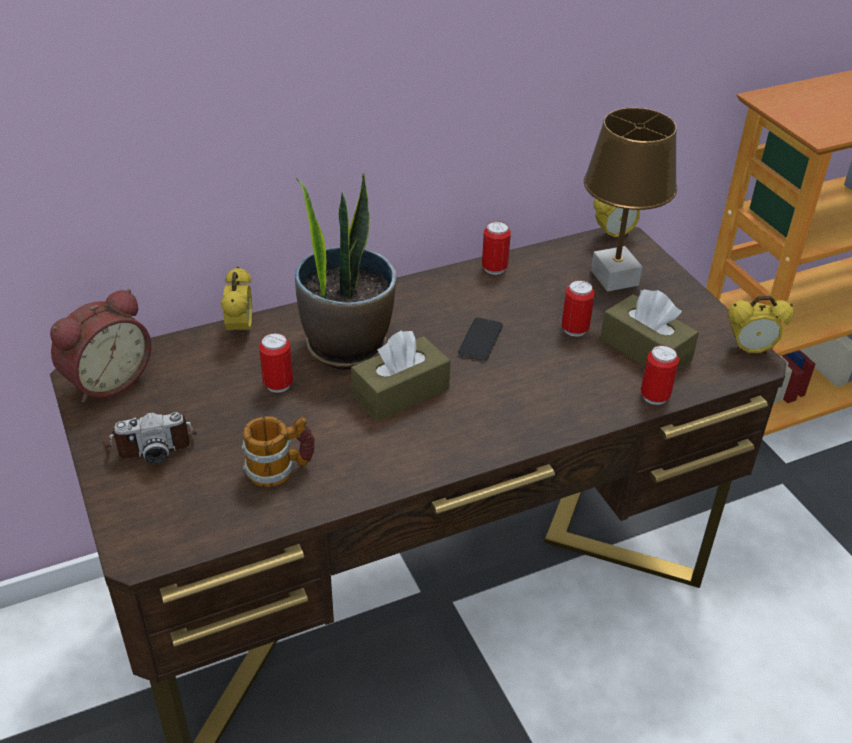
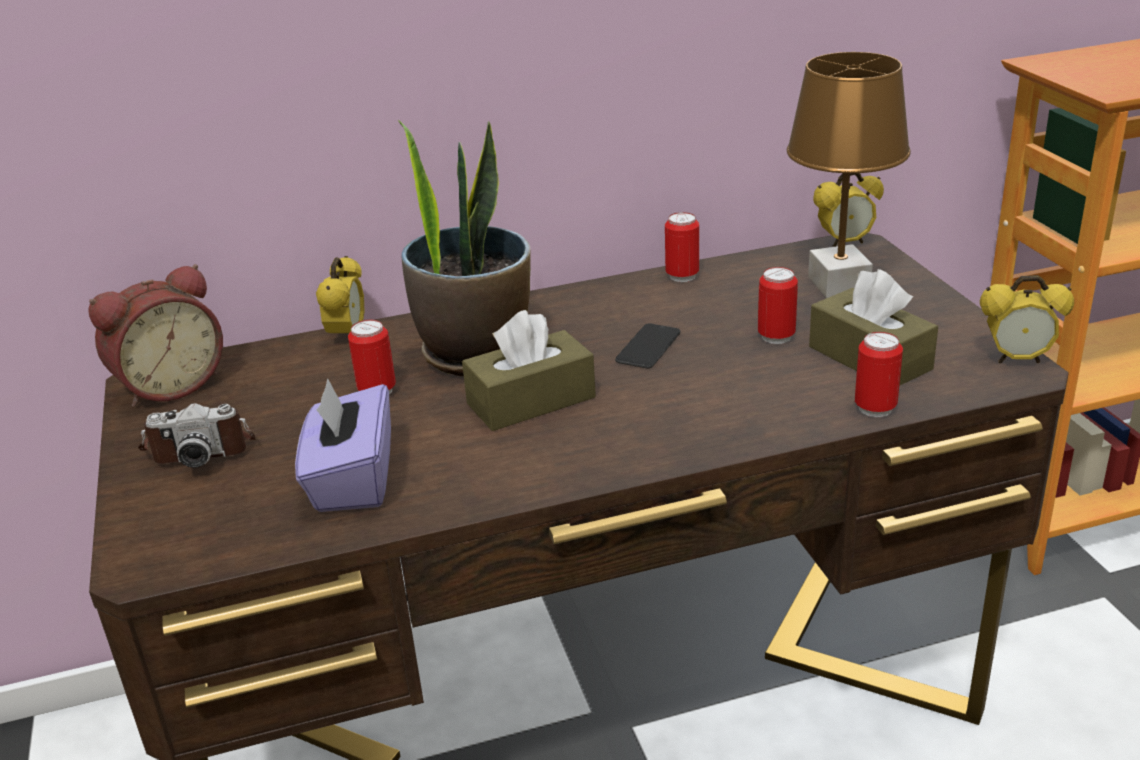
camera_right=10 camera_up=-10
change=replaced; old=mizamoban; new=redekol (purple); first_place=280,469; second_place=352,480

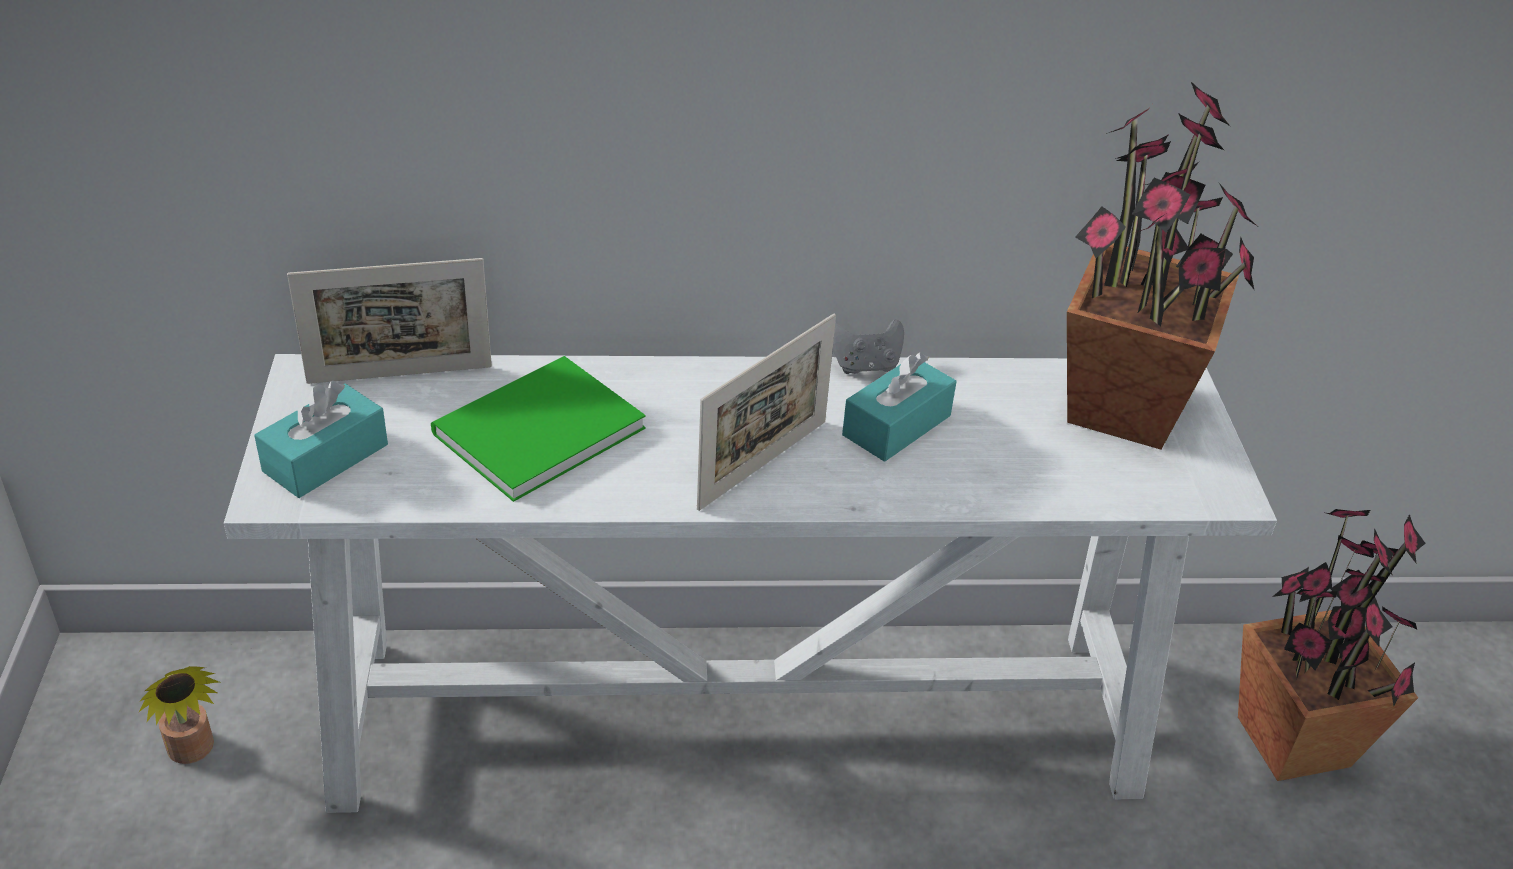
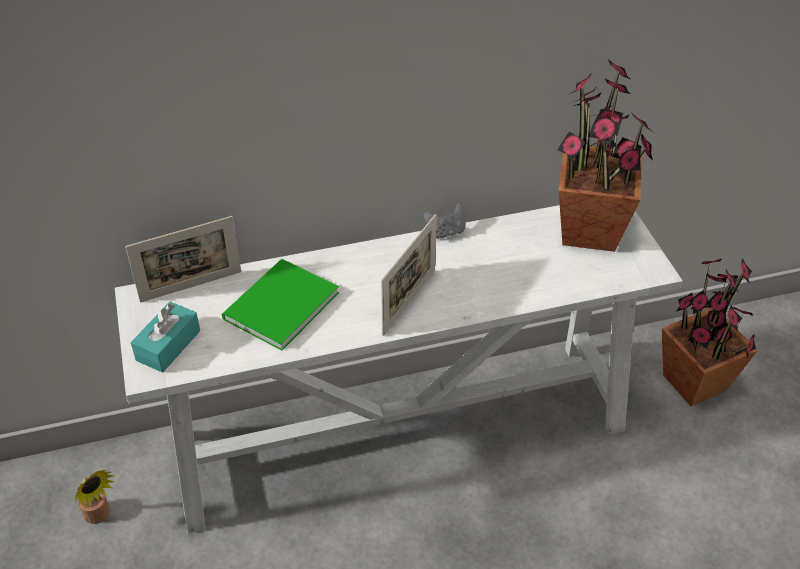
camera_right=-10 camera_up=5
change=removed; old=redekol (turquoise); first_place=896,425

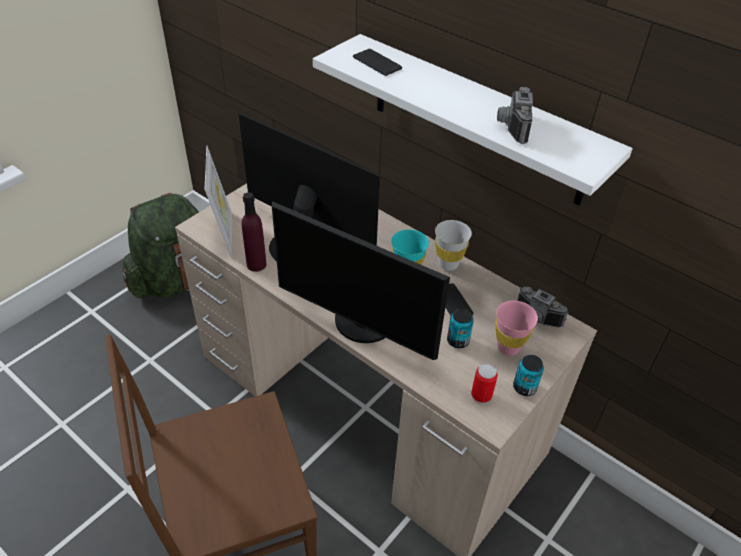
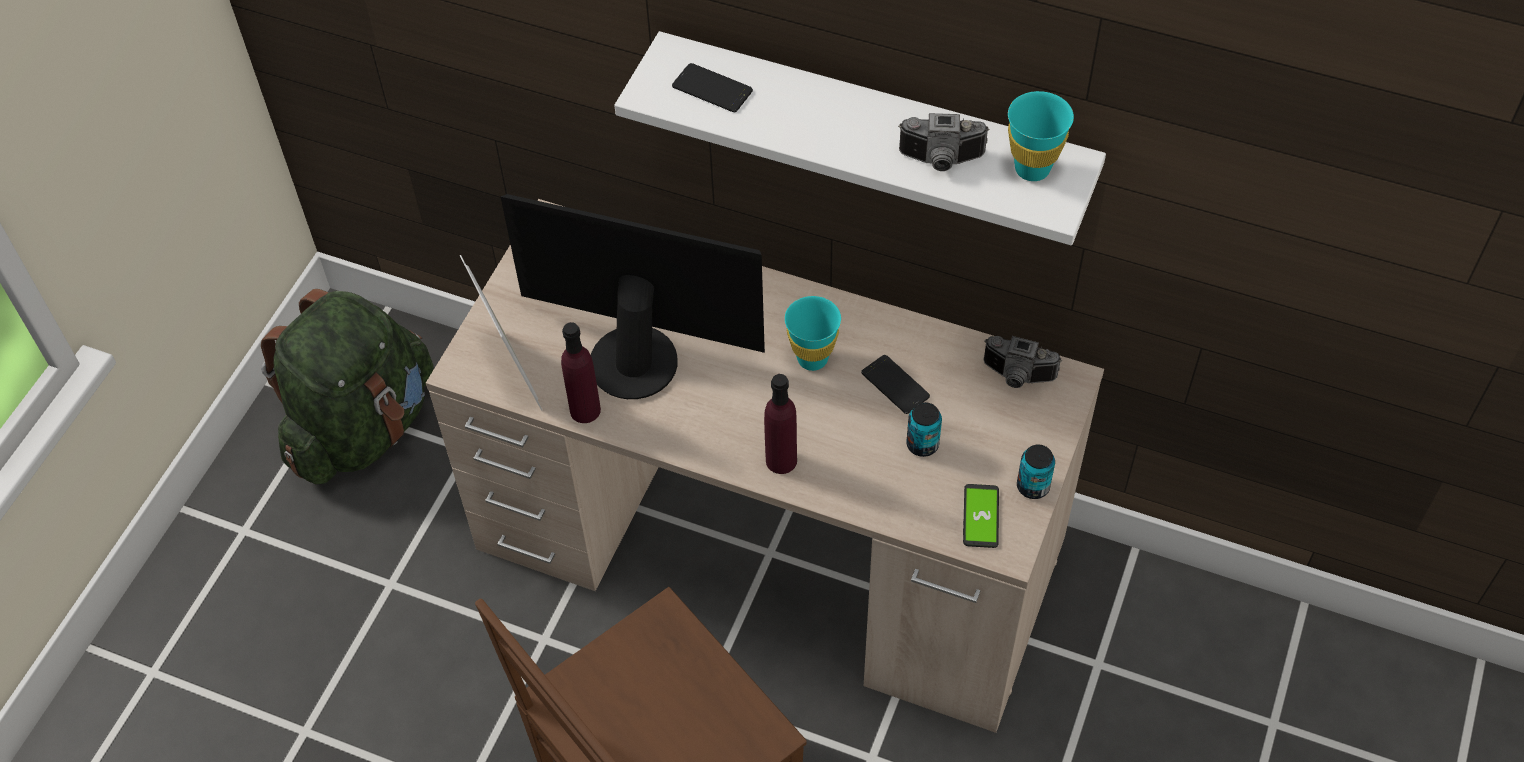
camera_right=-15 camera_up=10
change=turned; old=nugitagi; first_place=511,126; second_place=941,161; degrees=-75
change=replaced; old=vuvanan; new=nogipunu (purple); first_place=362,324; second_place=781,460
change=removed; old=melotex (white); first_place=448,264
change=removed; old=melotex (pink); first_place=508,348
change=replaced; old=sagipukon; new=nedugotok; first_place=481,396; second_place=980,516
change=added; new=melotex (turquoise); second_place=1032,169

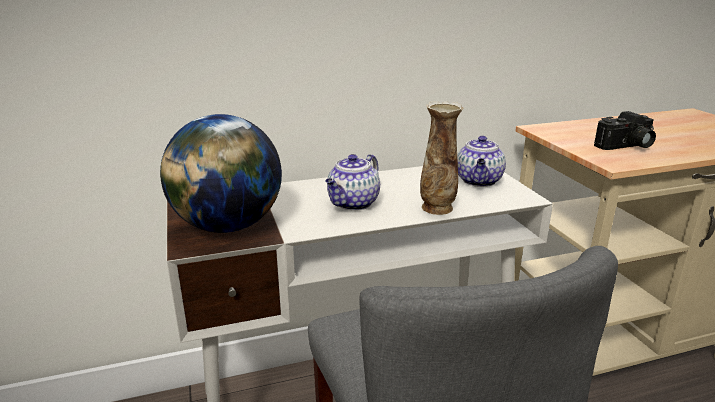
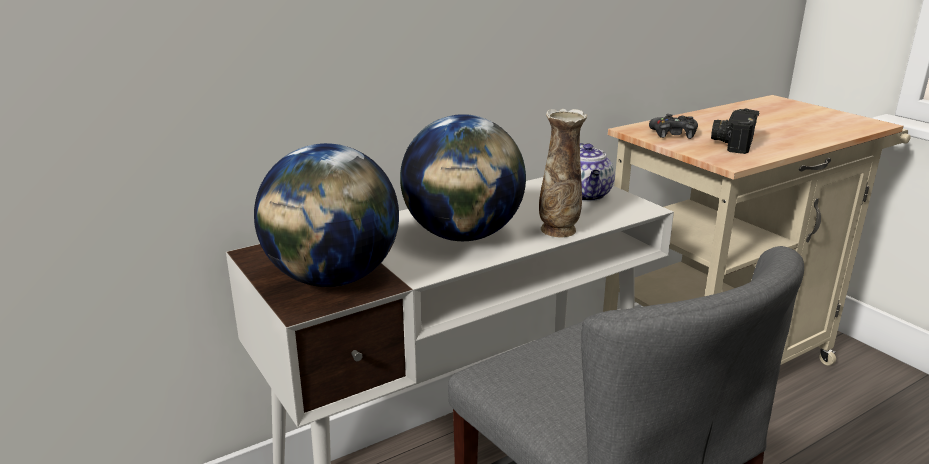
camera_right=-15 camera_up=0
change=turned; old=nugitagi; first_place=626,146; second_place=732,143; degrees=150
change=replaced; old=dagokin; new=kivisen; first_place=353,204; second_place=463,236
change=added; new=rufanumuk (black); second_place=673,134

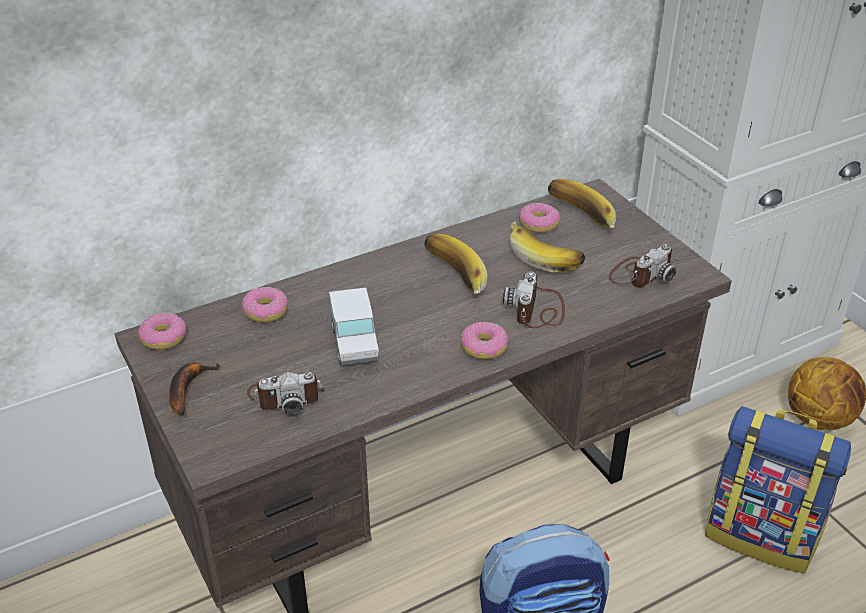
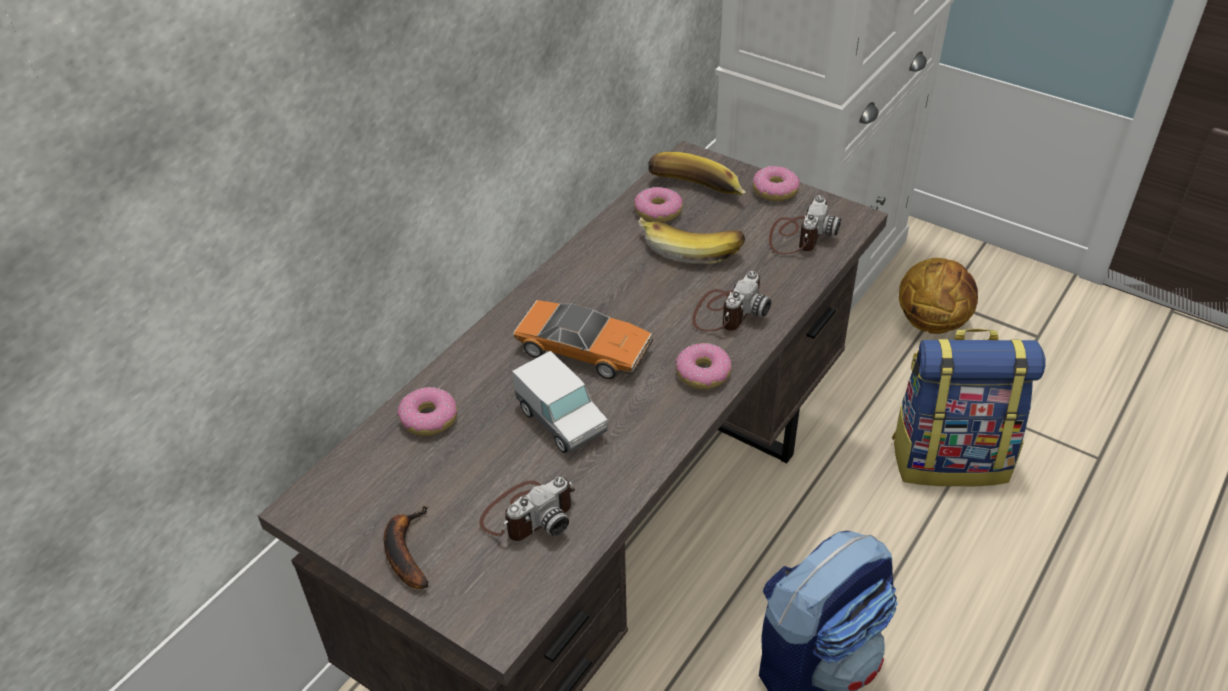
camera_right=-25 camera_up=5
change=removed; old=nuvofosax; first_place=452,277
change=turned; old=nugitagi; first_place=537,310; second_place=727,311; degrees=-135
change=moved; old=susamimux; first_place=164,338; second_place=775,191
change=added; new=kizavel; second_place=584,350

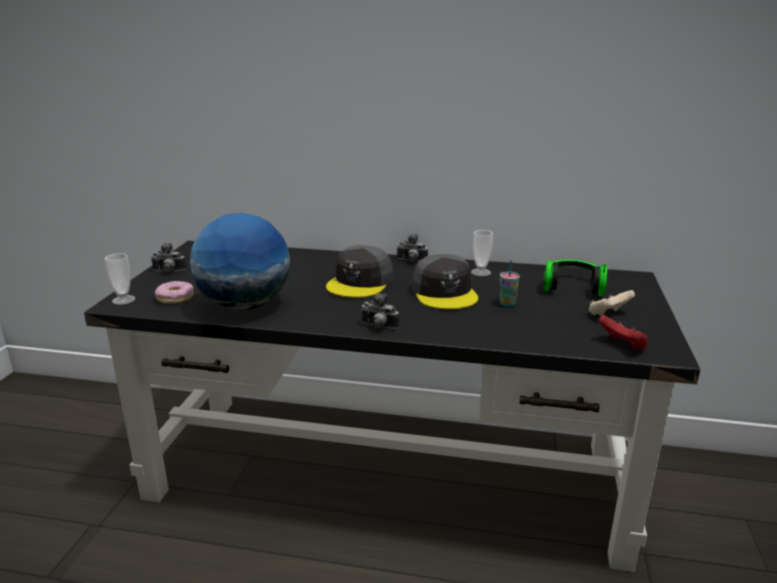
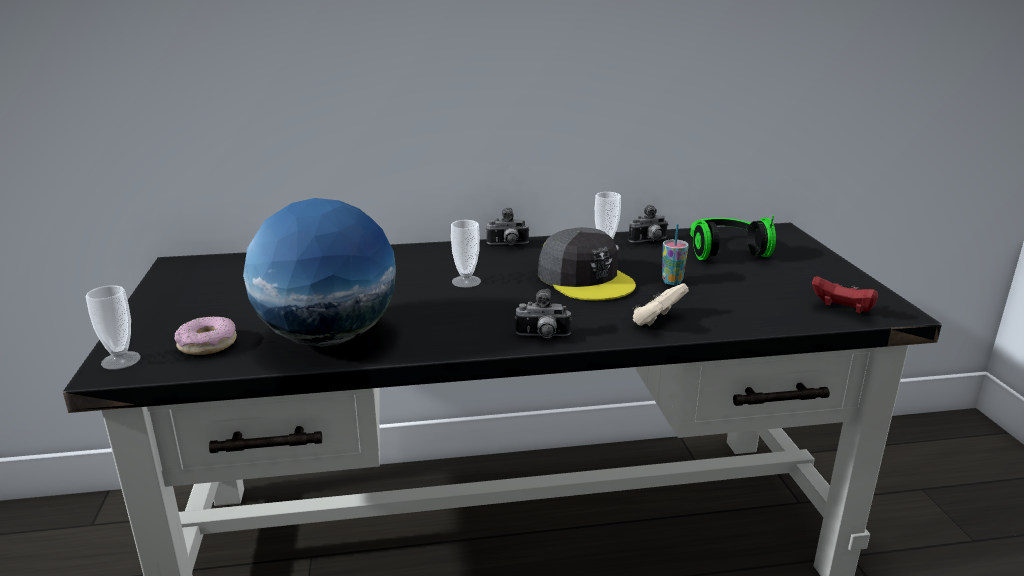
camera_right=-20 camera_up=0
change=moved; old=nugitagi; first_place=168,271; second_place=649,241
change=replaced; old=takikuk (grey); new=melotex; first_place=360,282; second_place=466,281
change=moved; old=rufanumuk (beige); first_place=608,314; second_place=657,321

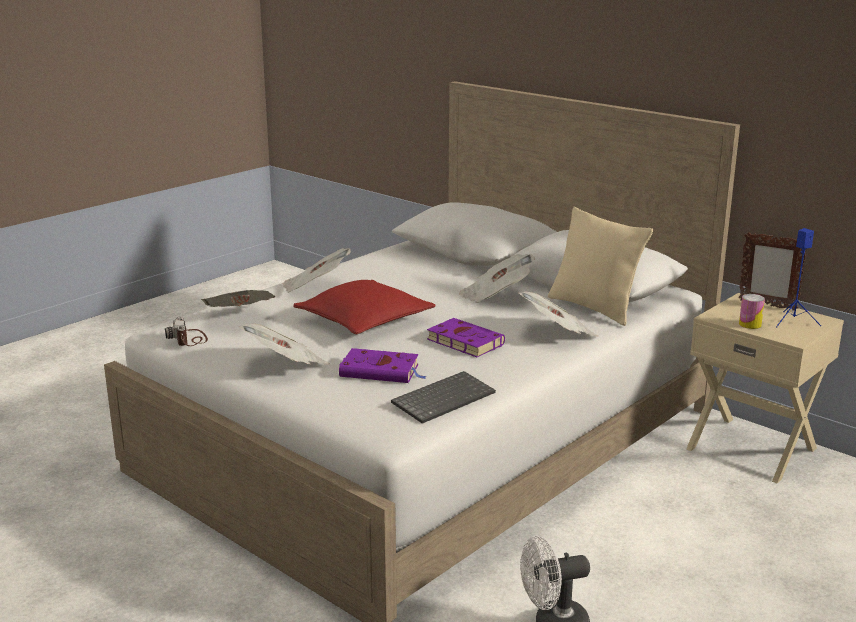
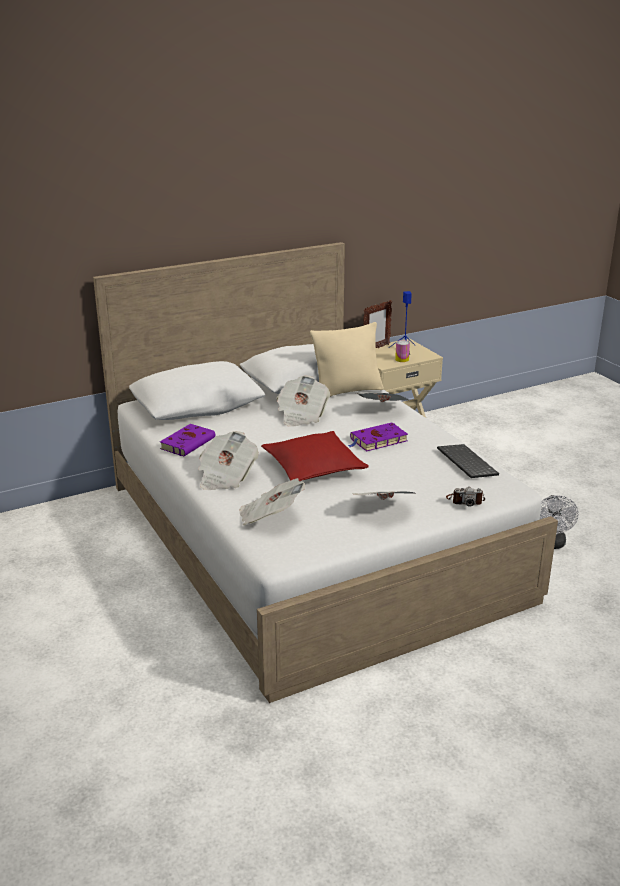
camera_right=-70 camera_up=5
change=moved; old=nugitagi; first_place=189,339; second_place=465,500
change=moved; old=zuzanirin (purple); first_place=381,371; second_place=188,443

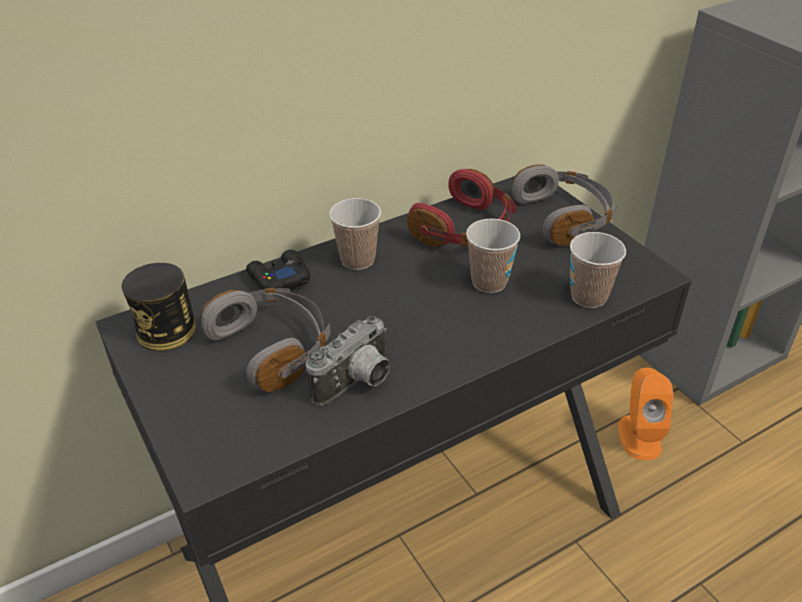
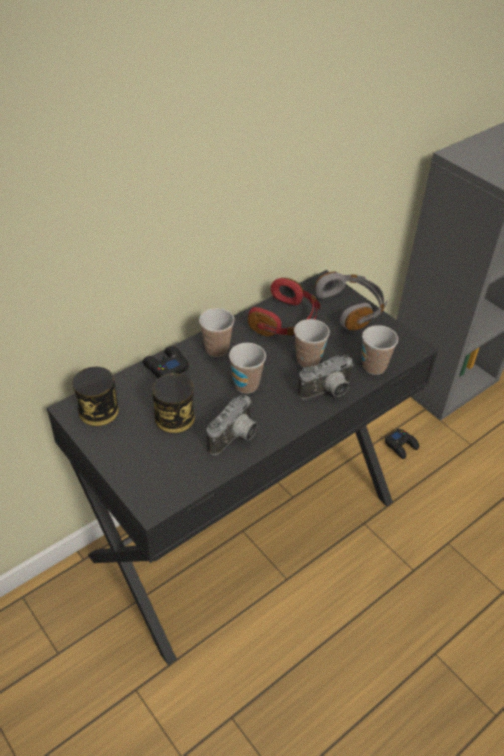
camera_right=-10 camera_up=5
change=replaced; old=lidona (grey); new=sagipukon; first_place=273,348; second_place=174,418
change=replaced; old=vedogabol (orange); new=rufanumuk (black); first_place=639,436; second_place=401,446
change=added; new=melotex; second_place=246,385
change=added; new=nugitagi; second_place=327,392

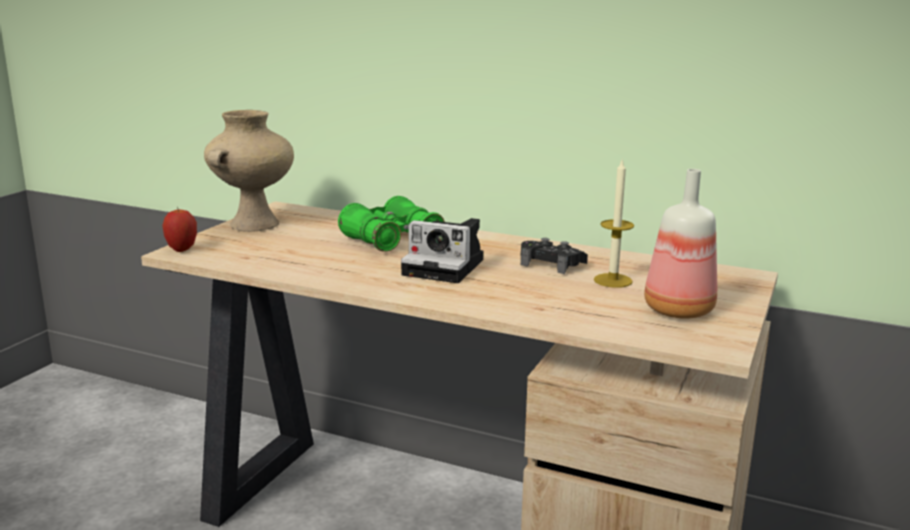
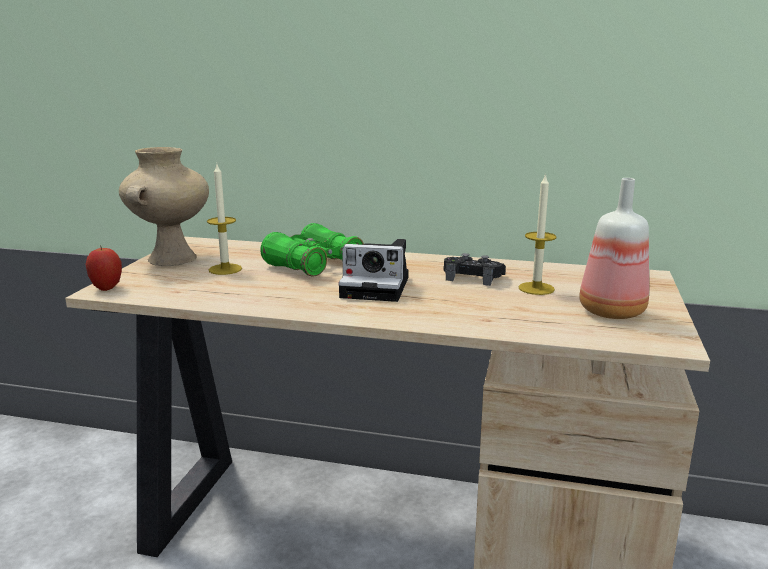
camera_right=-10 camera_up=0
change=added; new=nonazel; second_place=225,269

